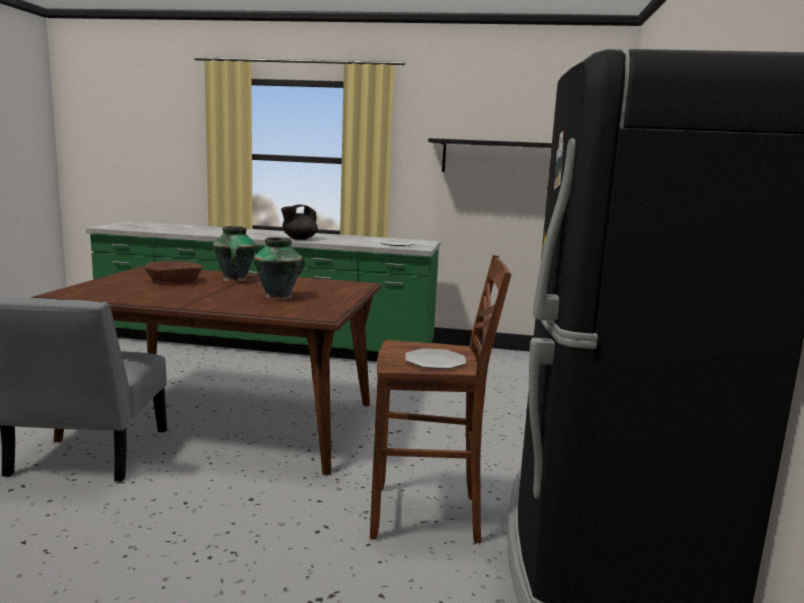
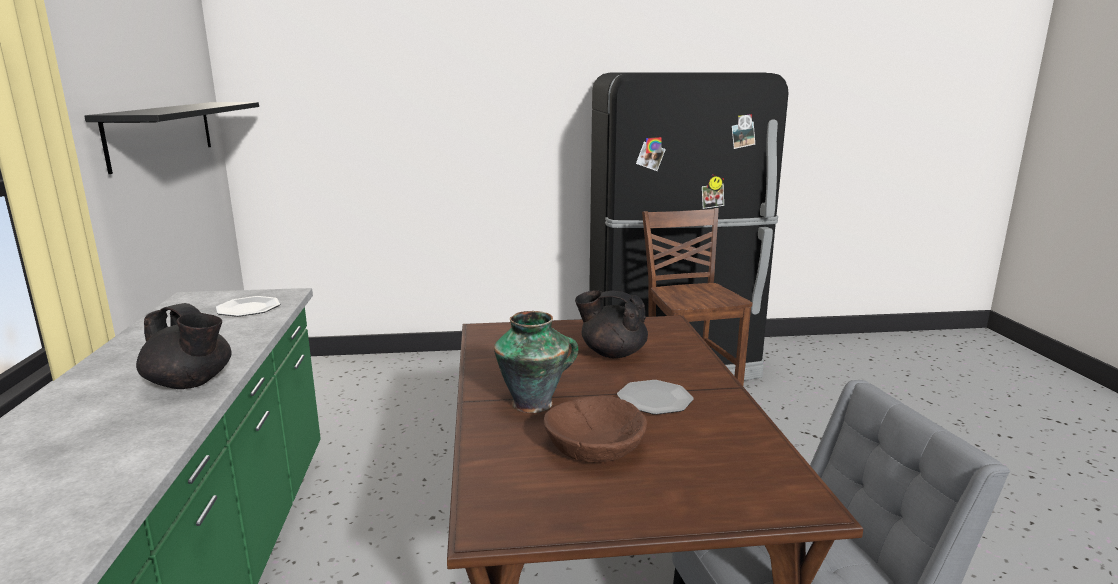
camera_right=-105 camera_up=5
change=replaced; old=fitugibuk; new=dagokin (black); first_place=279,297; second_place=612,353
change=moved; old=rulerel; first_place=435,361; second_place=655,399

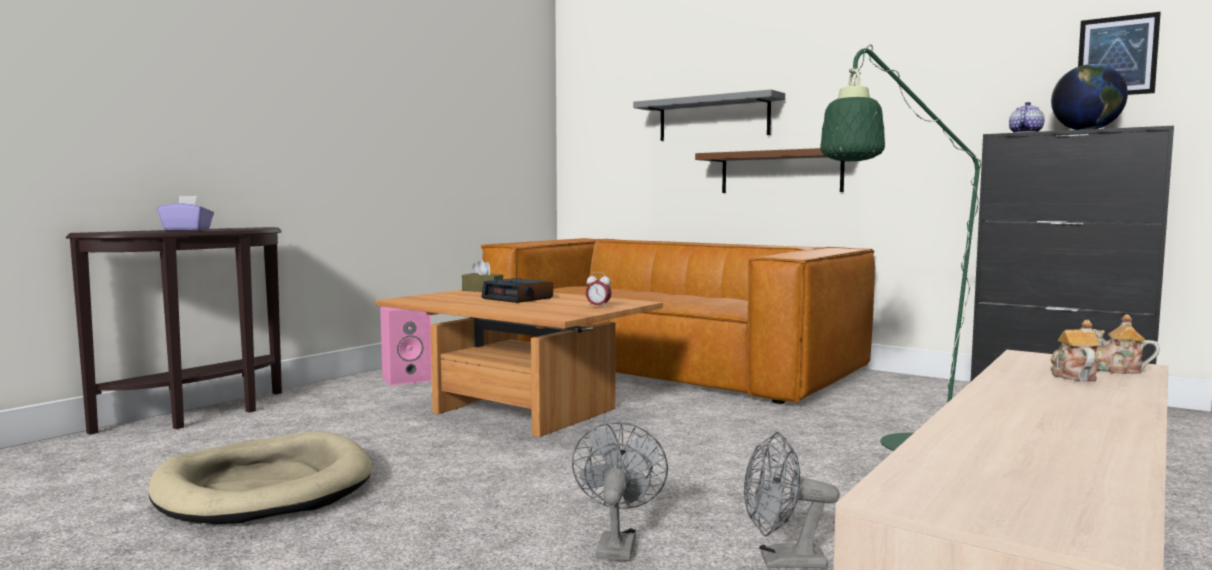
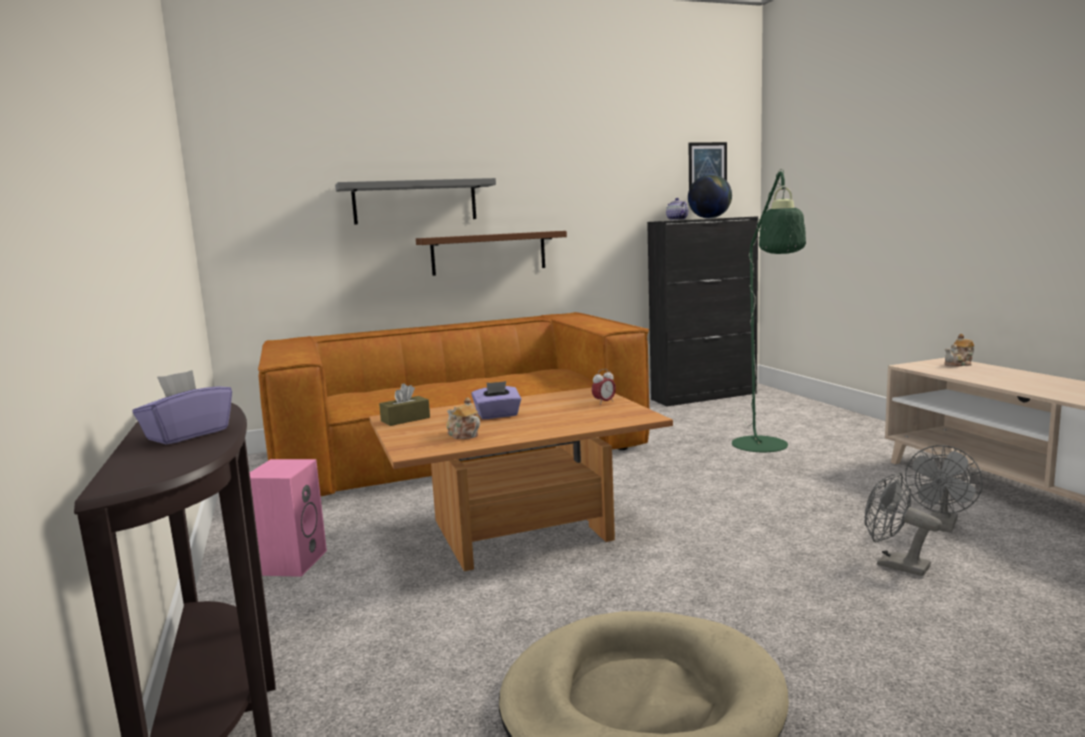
camera_right=-55 camera_up=5
change=replaced; old=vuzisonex; new=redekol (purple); first_place=518,298; second_place=497,415
change=moved; old=dagokin; first_place=1072,376; second_place=463,435

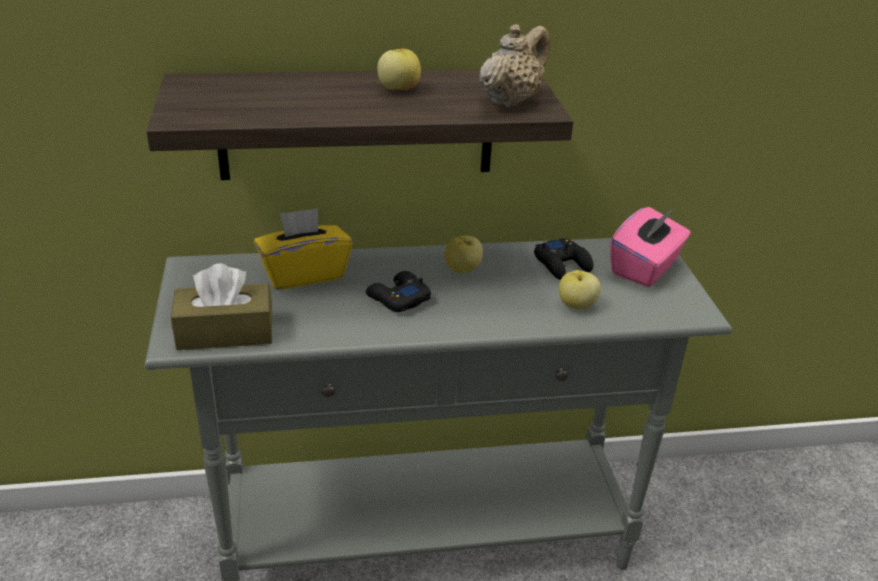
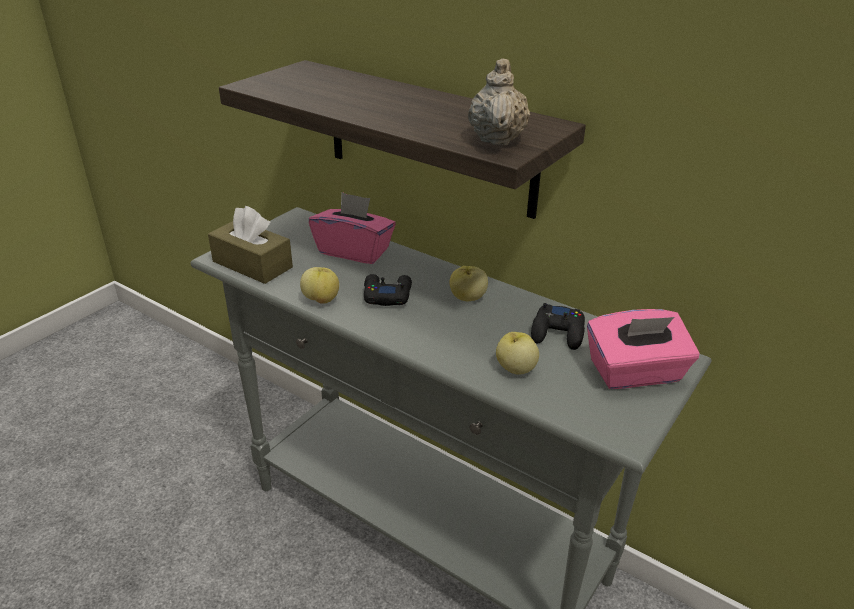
camera_right=45 camera_up=0
change=turned; old=dagokin (beige); first_place=511,100; second_place=497,138; degrees=-75
change=moved; old=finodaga; first_place=398,89; second_place=321,299
change=recoloured; old=redekol (yellow); new=redekol (pink); first_place=304,274; second_place=354,251

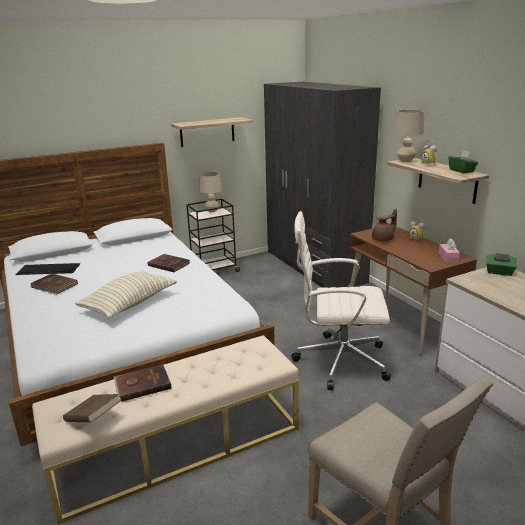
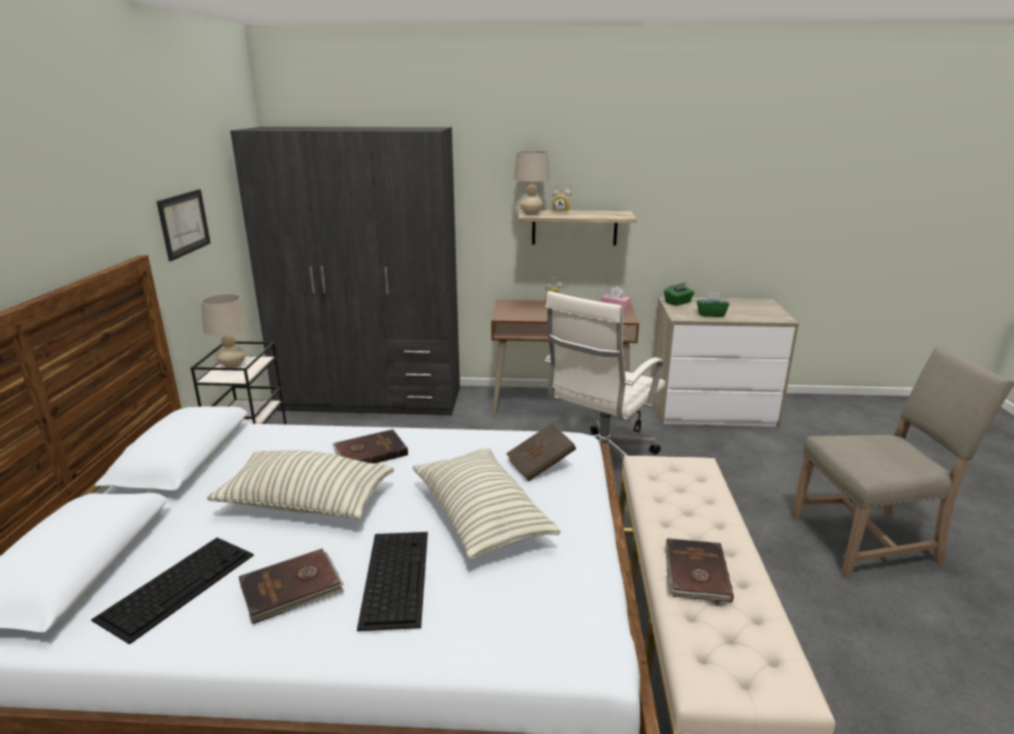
camera_right=-60 camera_up=0
change=replaced; old=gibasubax; new=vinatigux; first_place=207,132; second_place=184,223
change=moved; old=redekol (green); first_place=461,171; second_place=710,314
change=removed; old=dagokin (brown); first_place=383,239
change=moved; old=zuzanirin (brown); first_place=93,419; second_place=540,465
change=added; new=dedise; second_place=306,503
change=added; new=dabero; second_place=395,576

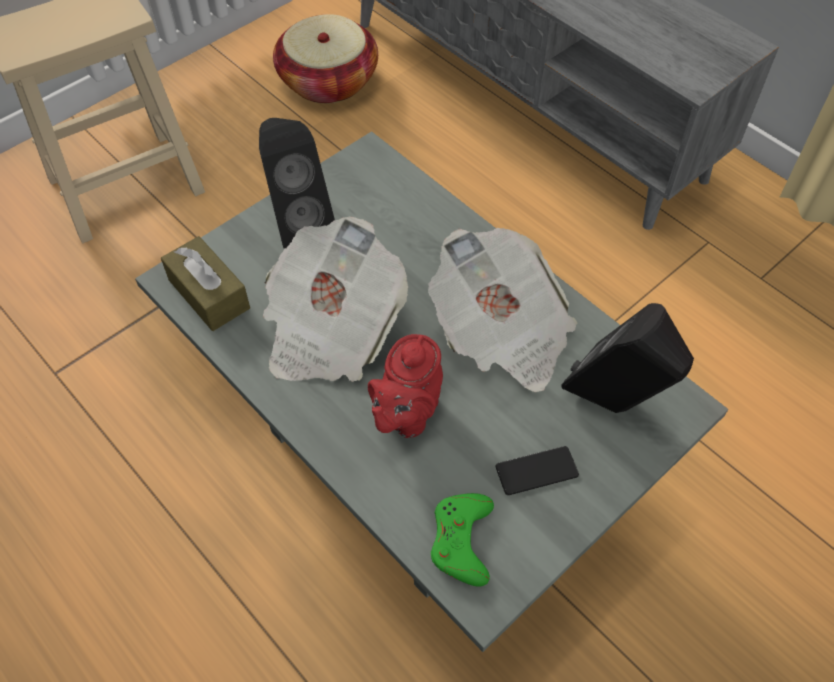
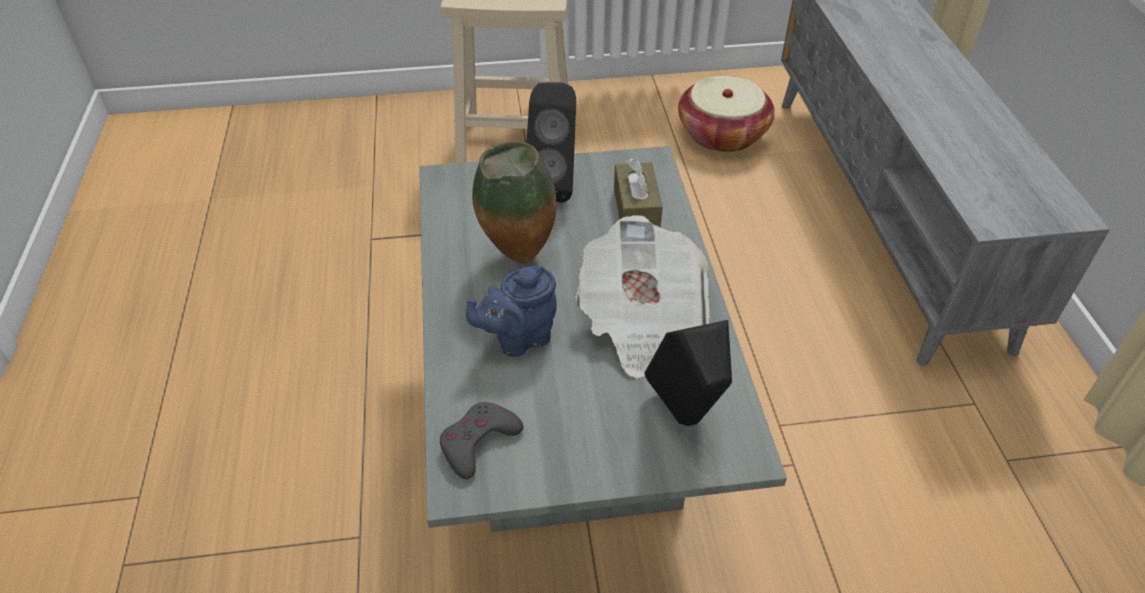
camera_right=35 camera_up=-10
change=replaced; old=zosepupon; new=fitugibuk; first_place=331,328; second_place=517,257
change=moved; old=redekol (brown); first_place=209,294; second_place=636,209
change=recoloured; old=dagokin (red); new=dagokin (blue); first_place=406,414; second_place=518,338
change=removed; old=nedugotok; first_place=536,471
change=recoloured; old=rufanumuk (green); new=rufanumuk (grey); first_place=462,541; second_place=478,442

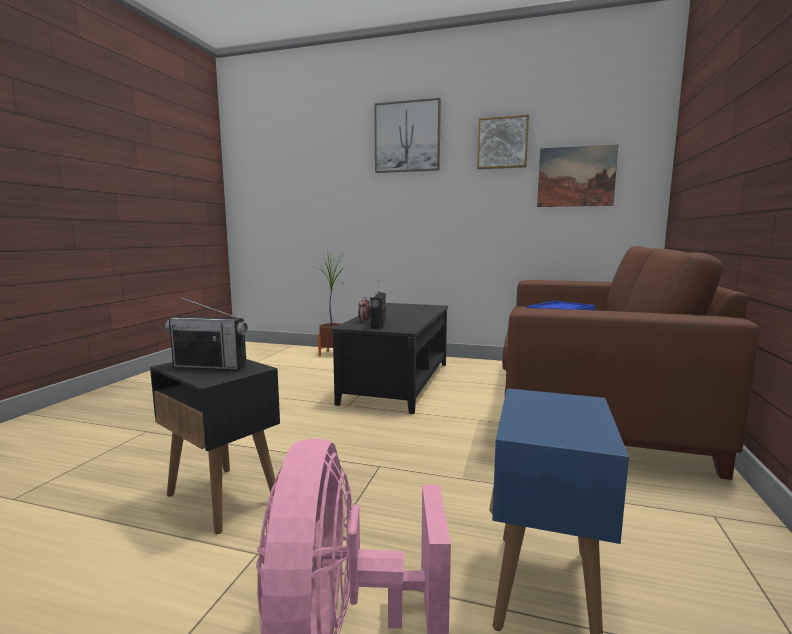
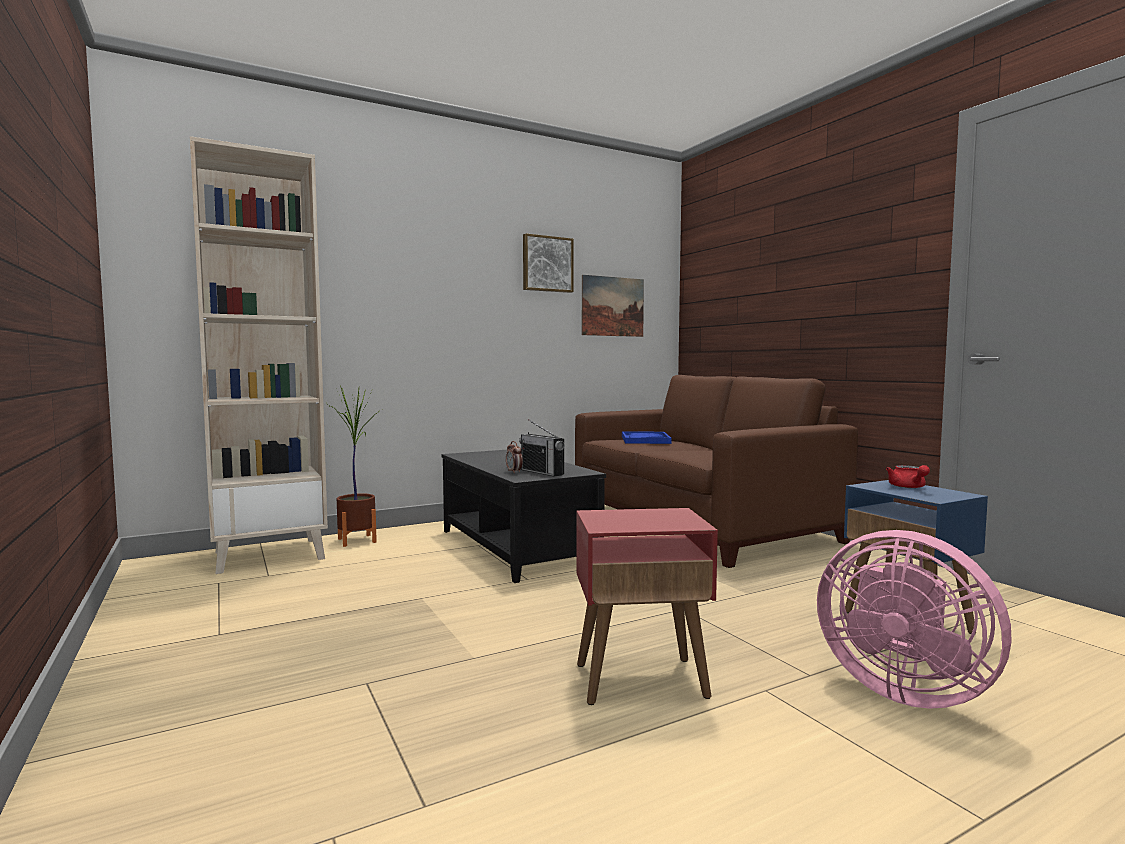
camera_right=-45 camera_up=-5
change=removed; old=vinatigux; first_place=407,137
change=removed; old=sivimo; first_place=210,366
change=recoloured; old=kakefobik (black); new=kakefobik (red); first_place=223,498; second_place=642,680
change=added; new=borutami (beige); second_place=270,555
change=added; new=dagokin (red); second_place=908,487

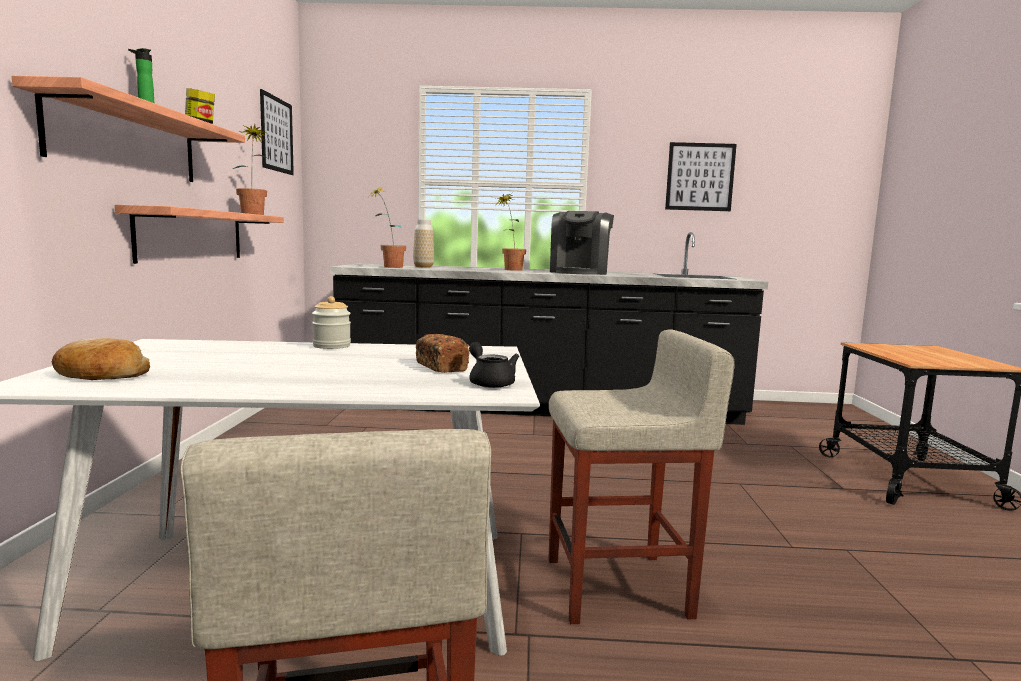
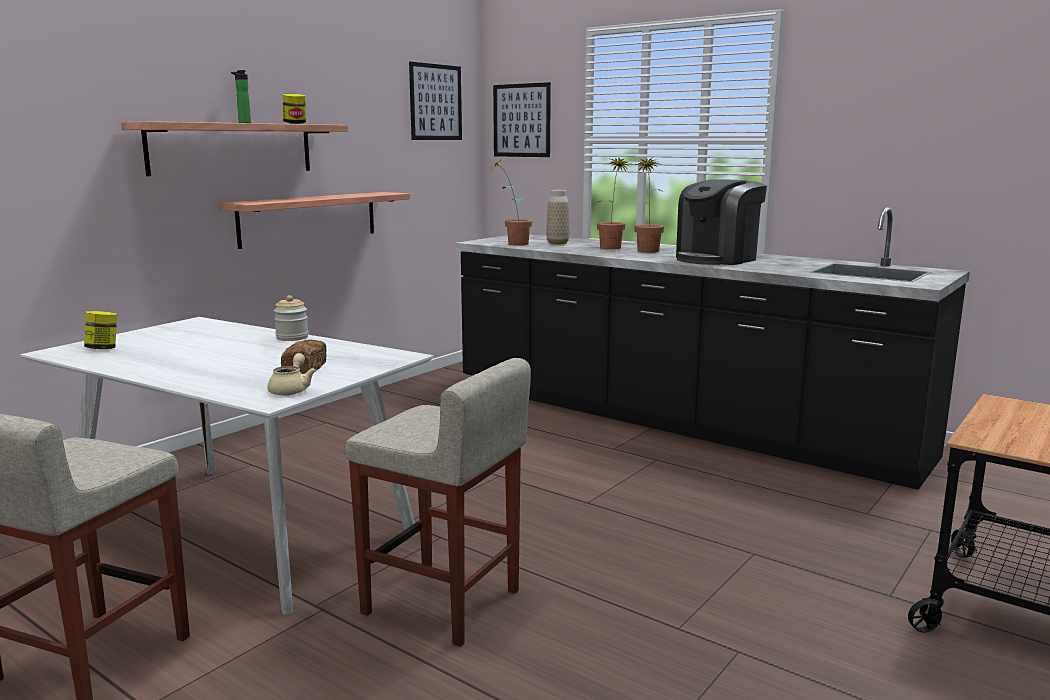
camera_right=35 camera_up=5
change=moved; old=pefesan; first_place=254,215; second_place=612,247
change=moved; old=vinatigux; first_place=700,177; second_place=521,120
change=replaced; old=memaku; new=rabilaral; first_place=100,375; second_place=103,348
change=recoloured; old=dagokin (black); new=dagokin (beige); first_place=490,382; second_place=292,389

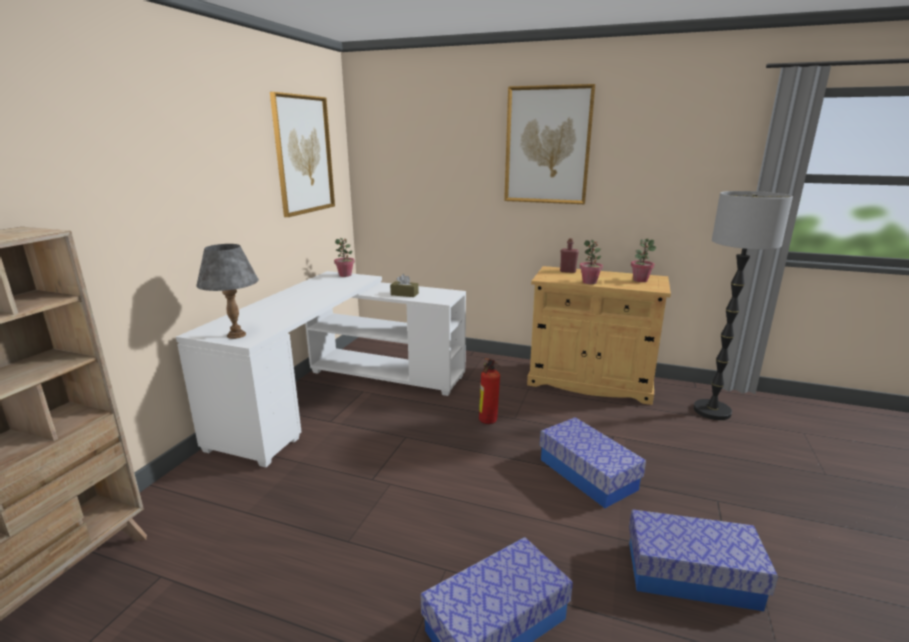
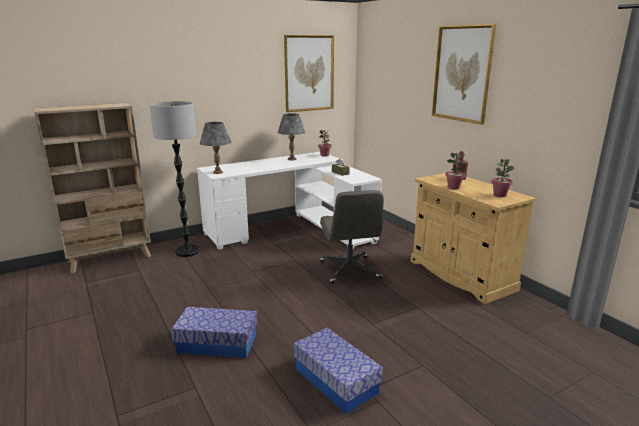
camera_right=40 camera_up=0
change=moved; old=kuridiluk; first_place=711,411; second_place=187,251
change=replaced; old=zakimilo; new=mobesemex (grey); first_place=486,422; second_place=350,270
change=removed; old=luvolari; first_place=587,474
change=added; new=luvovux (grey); second_place=292,159

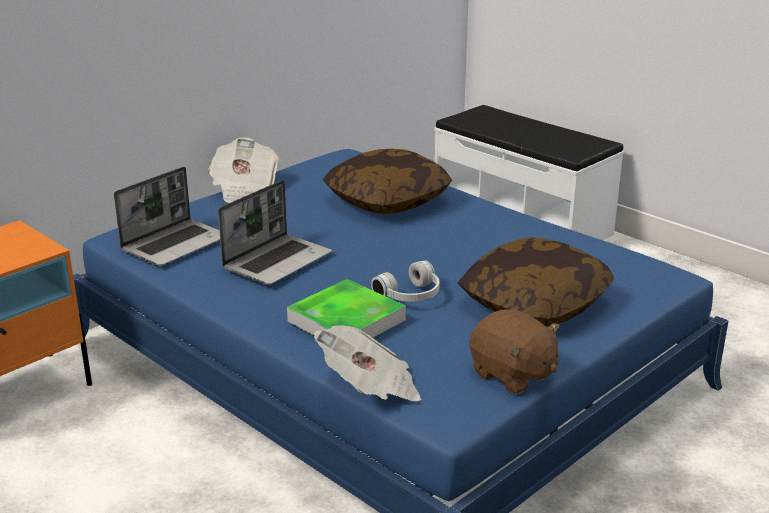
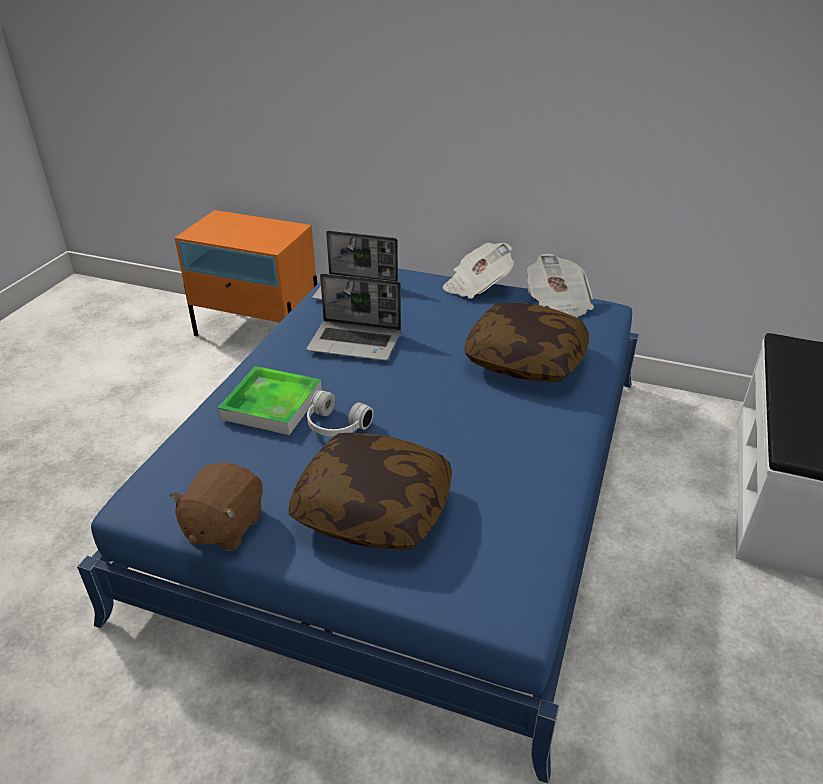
camera_right=65 camera_up=10
change=moved; old=zosepupon; first_place=370,388; second_place=558,305

